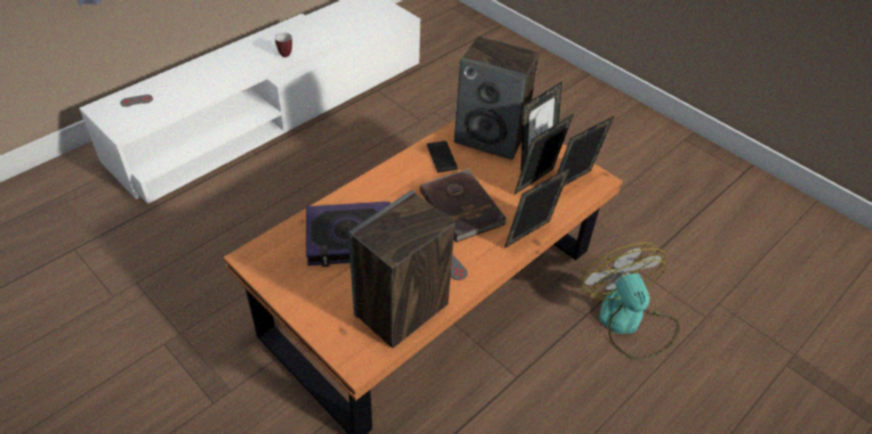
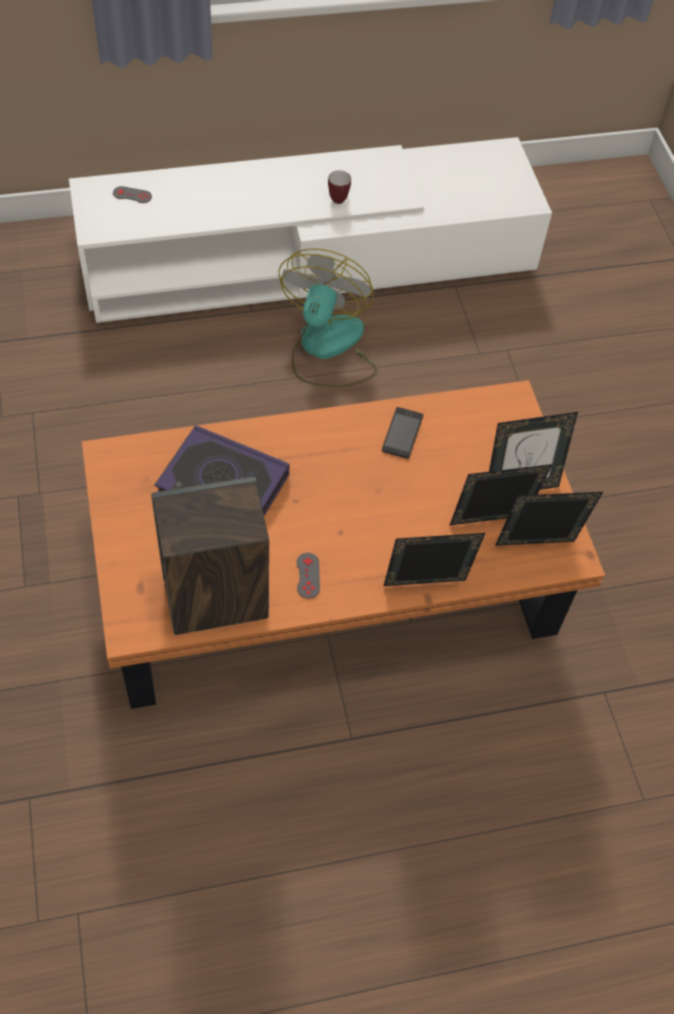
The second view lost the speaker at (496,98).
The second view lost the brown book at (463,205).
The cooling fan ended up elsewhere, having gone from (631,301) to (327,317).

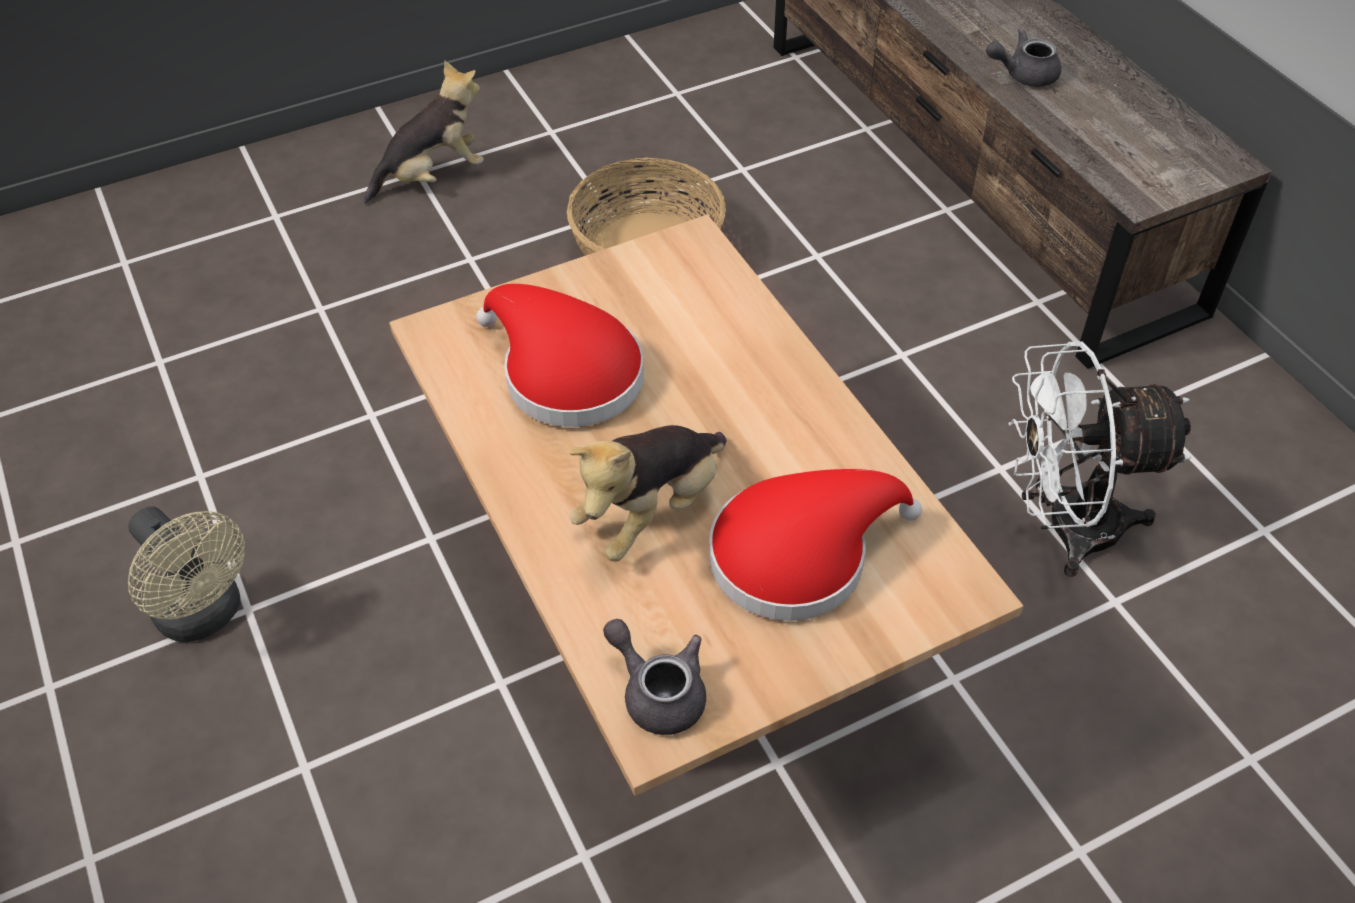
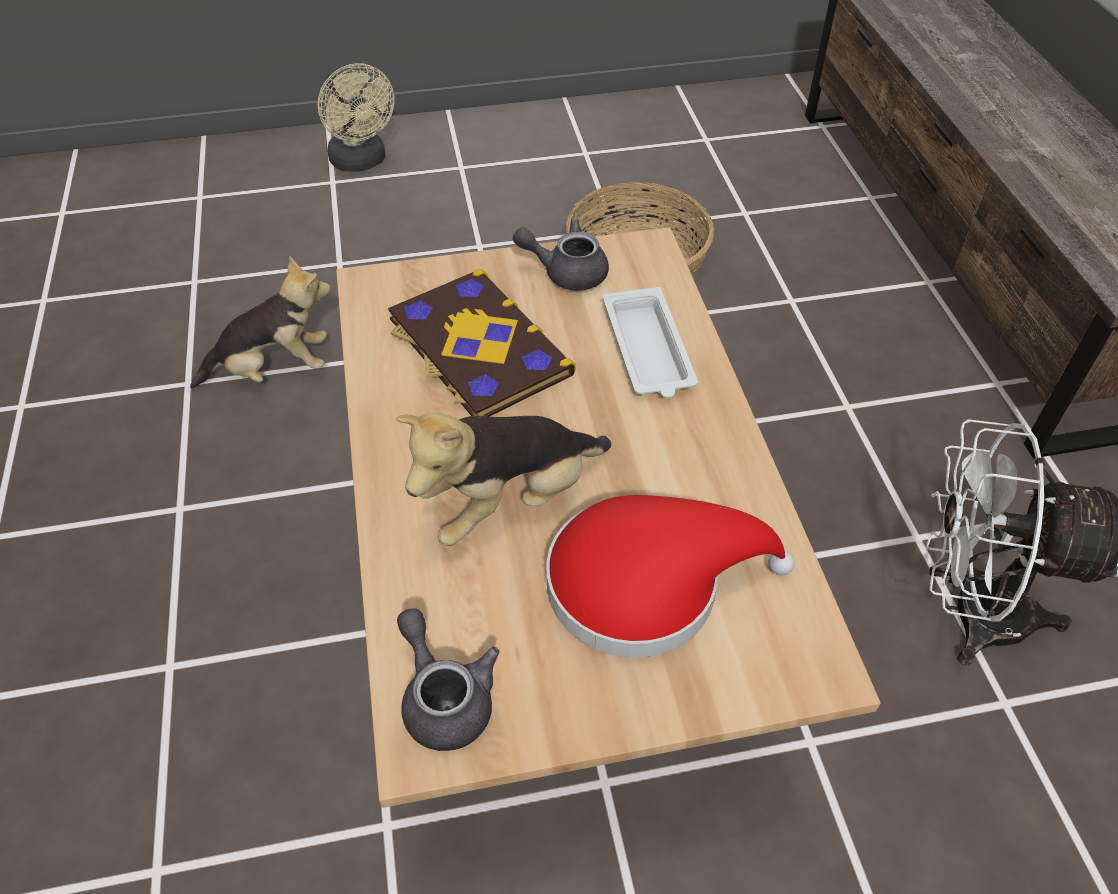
The greyish tea pot ended up elsewhere, having gone from (1023,57) to (561,254).
The cuddly toy ended up elsewhere, having gone from (424,132) to (260,322).
Where the red hat stood at (560,355), the book came to stand at (482,342).
The beige-coloured cooling fan ended up elsewhere, having gone from (186,574) to (356,117).
The second view gained the white-coloured serving tray at (650,342).

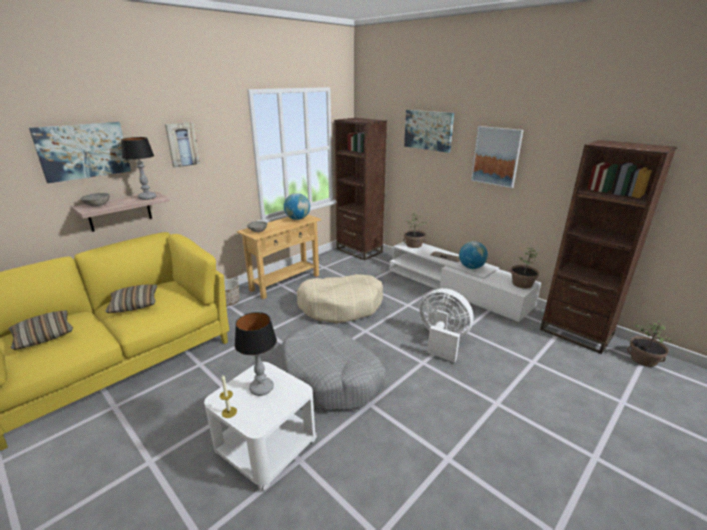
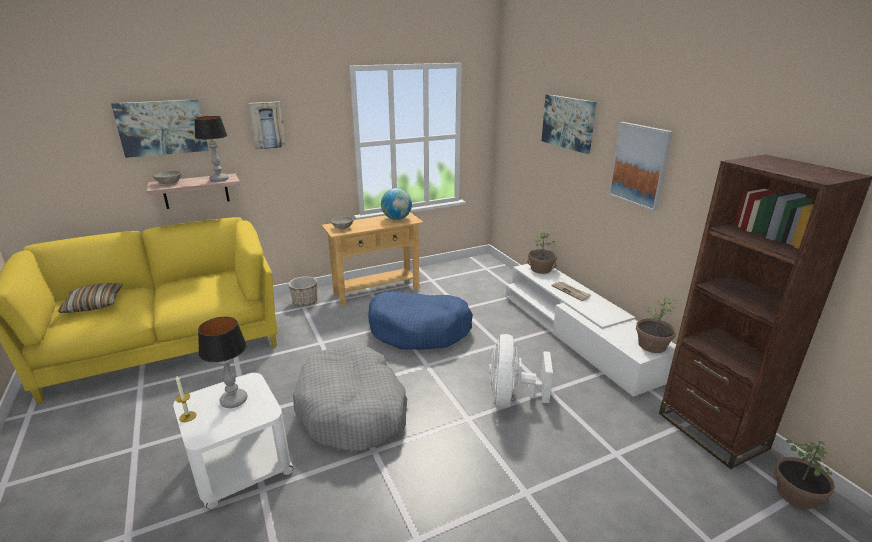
The second view lost the brown bookshelf at (360,189).
The second view lost the desk globe at (473,255).
What was the beige-coloured dog cushion at (340,298) turned into the blue dog cushion at (420,320).
The second view lost the cushion at (131,299).
The white-coloured cooling fan at (447,325) ended up facing another way, 135 degrees counterclockwise from before.

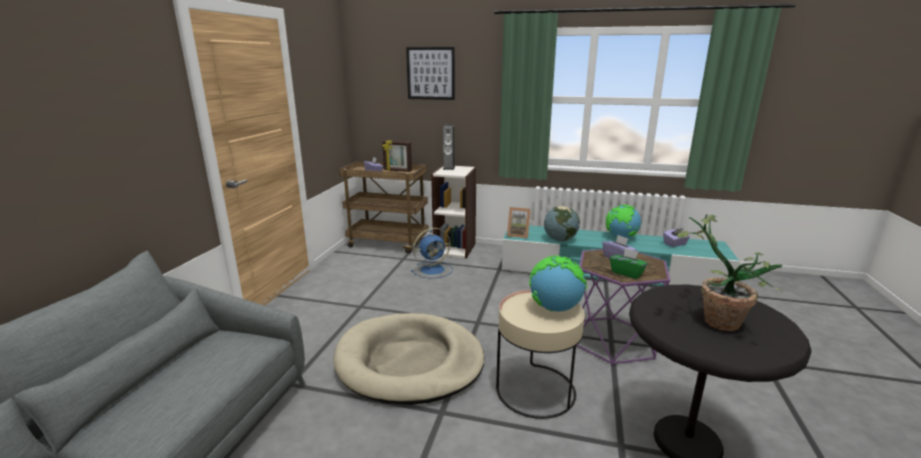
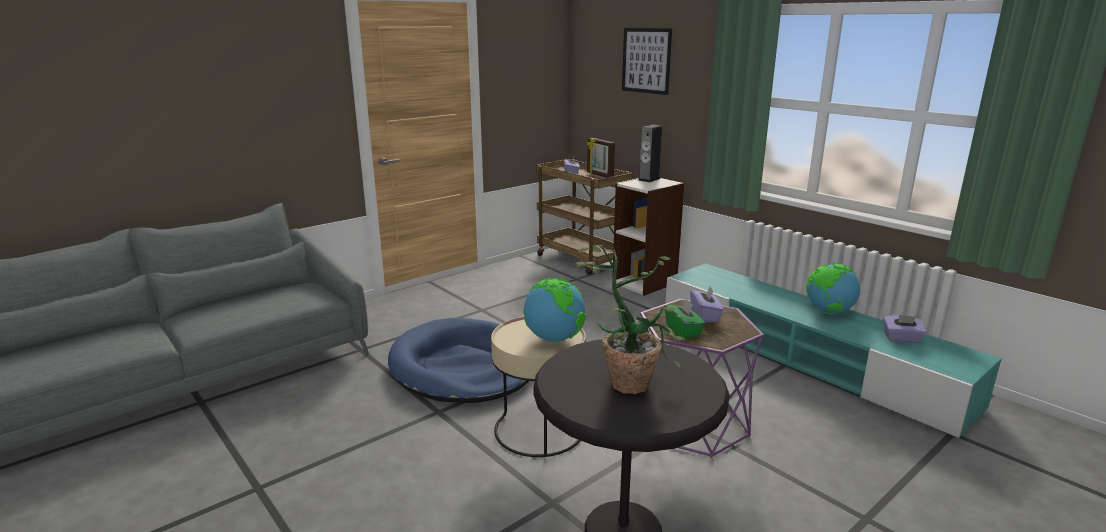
The second view lost the desk globe at (562,224).
The second view lost the photo frame at (519,222).
The second view lost the blue cooling fan at (432,253).
What was the beige-coloured dog cushion at (409,359) turned into the blue dog cushion at (458,360).

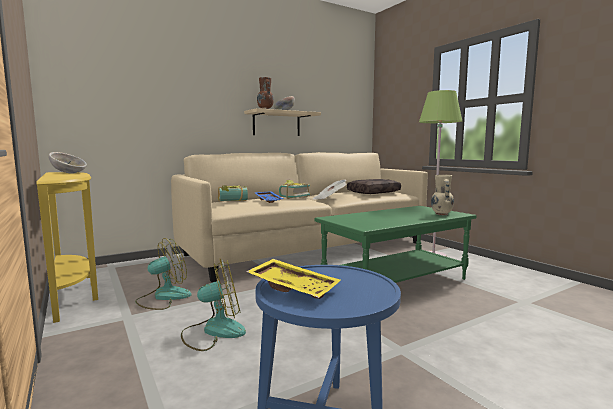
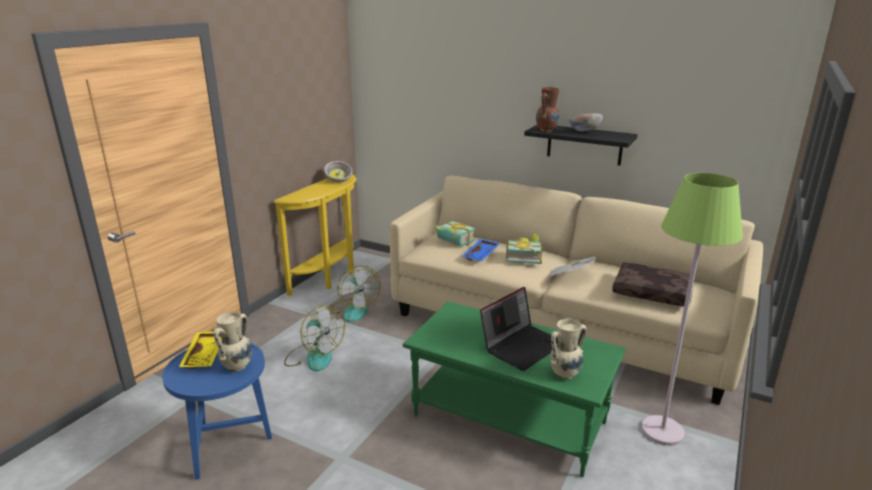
What was the beige-coloured shelf at (282,122) turned into the black shelf at (581,145).
The cooling fan at (163,274) ended up facing another way, 45 degrees clockwise from before.
The second view gained the laptop at (518,329).
The second view gained the beige-coloured decorative vase at (233,342).

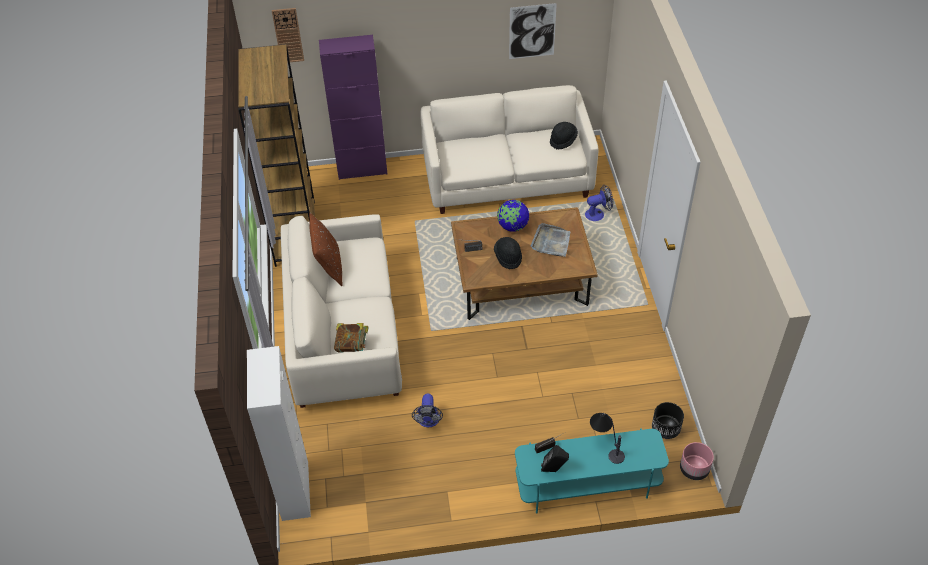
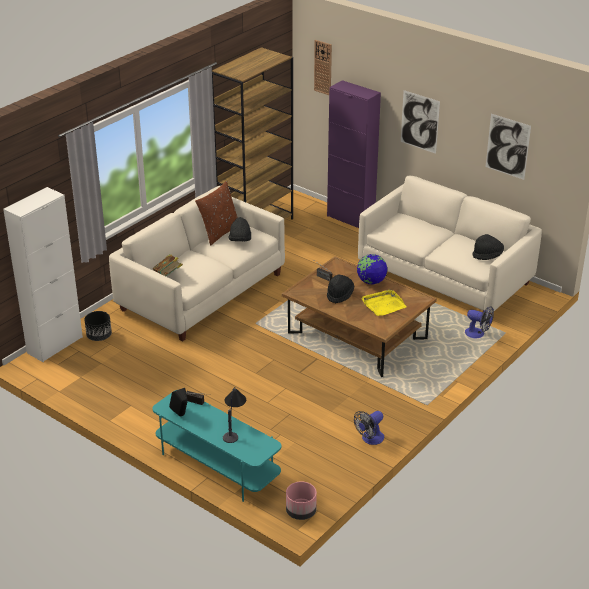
What was the greyish serving tray at (550,240) turned into the yellowish serving tray at (384,303).
The cooling fan ended up elsewhere, having gone from (427,410) to (369,428).
The black plant pot ended up elsewhere, having gone from (668,420) to (98,326).
The second view gained the wall picture at (420,122).
The second view gained the black hat at (239,229).

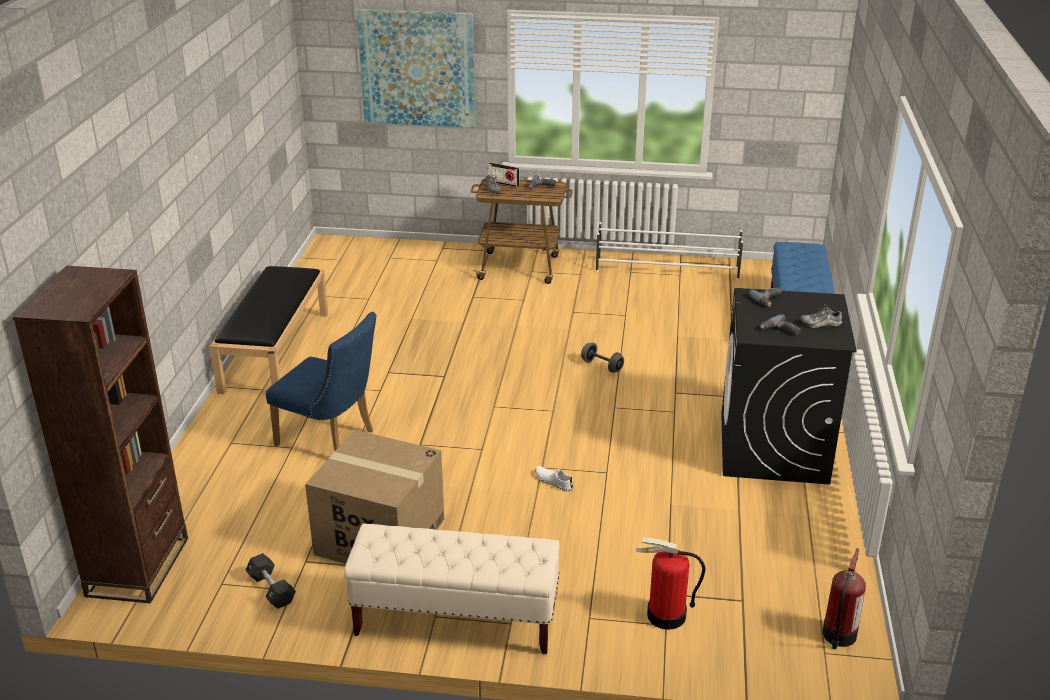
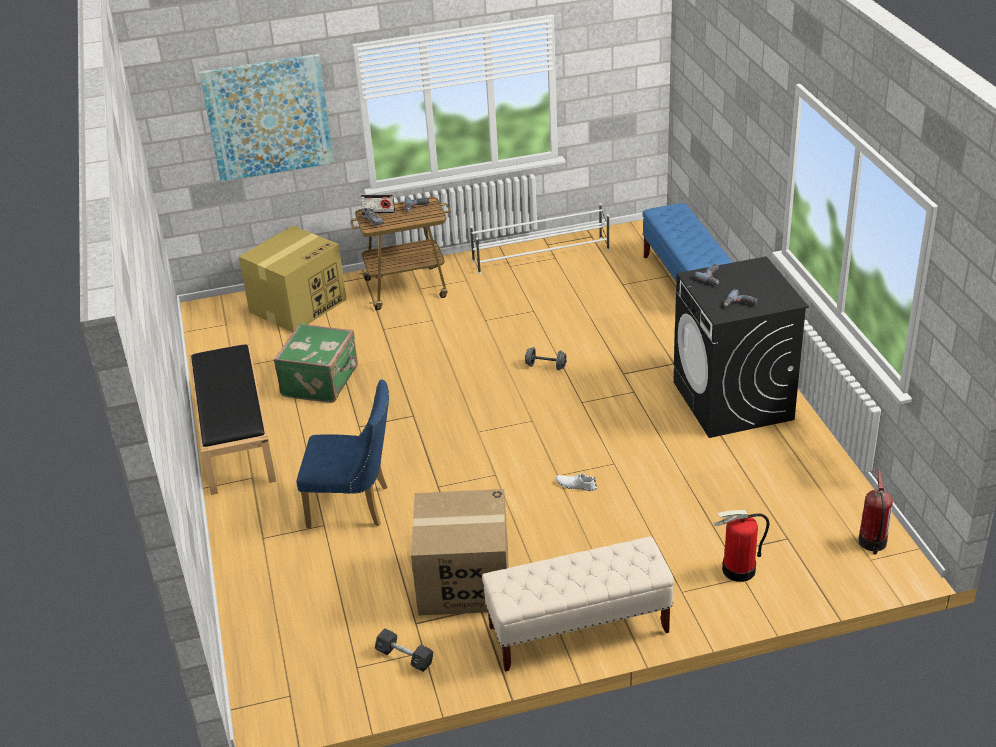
The second view lost the brown bookshelf at (100,434).
The second view lost the low shoe at (821,316).
The second view gained the carton at (293,279).
The second view gained the greenish travel case at (315,363).

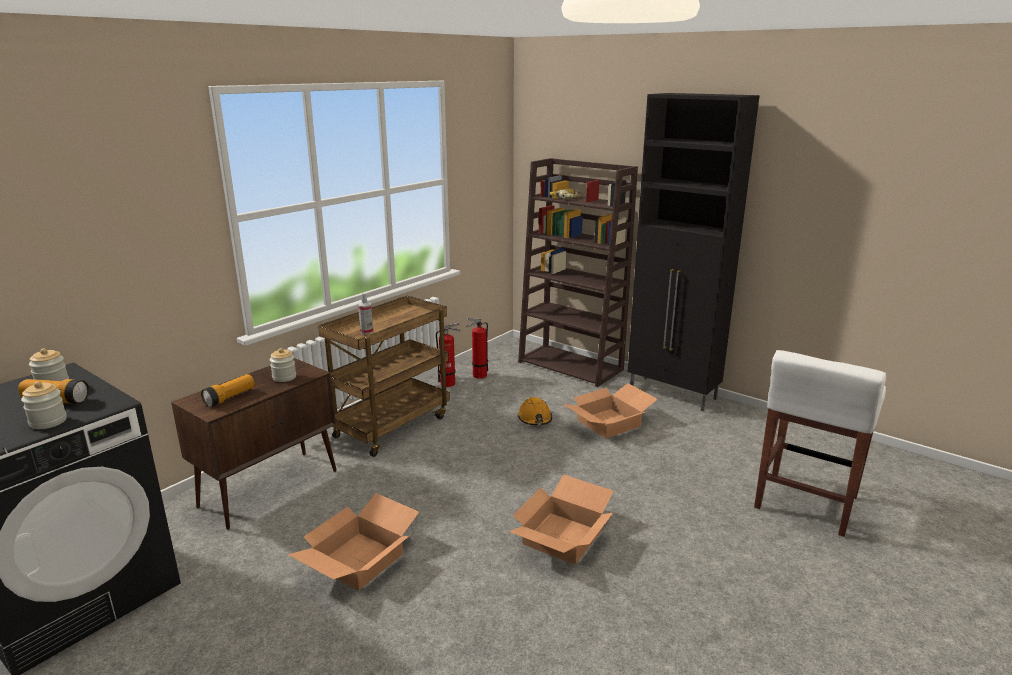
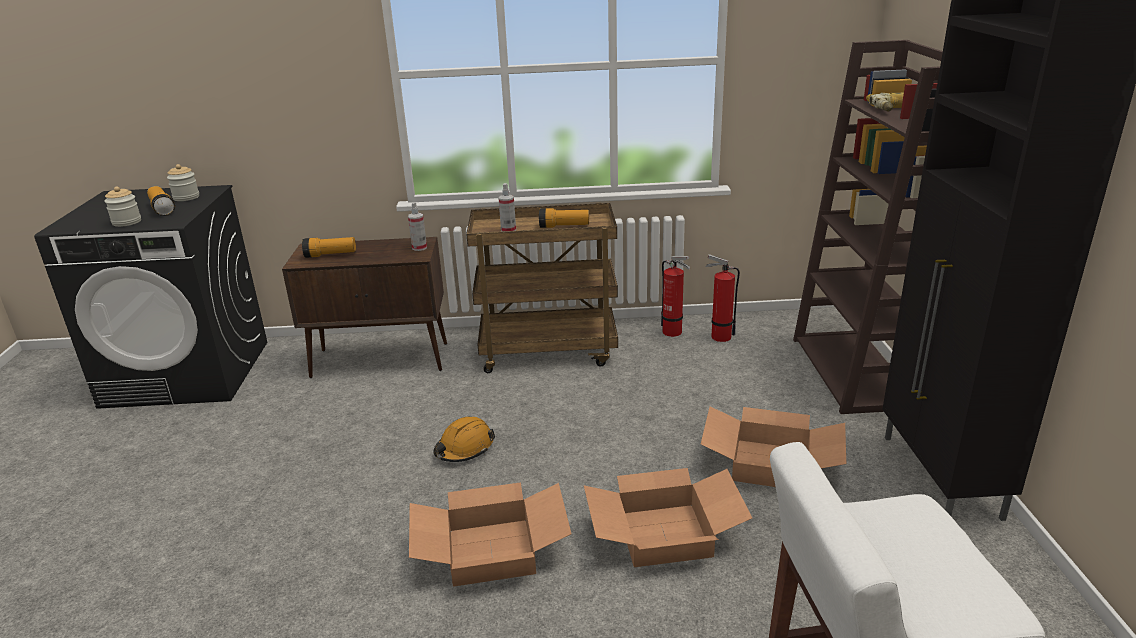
The second view lost the jar at (283,365).
The orange work helmet ended up elsewhere, having gone from (535,411) to (464,439).
The carton ended up elsewhere, having gone from (353,541) to (668,517).
The second view gained the sprayer at (417,226).
The second view gained the torch at (564,218).

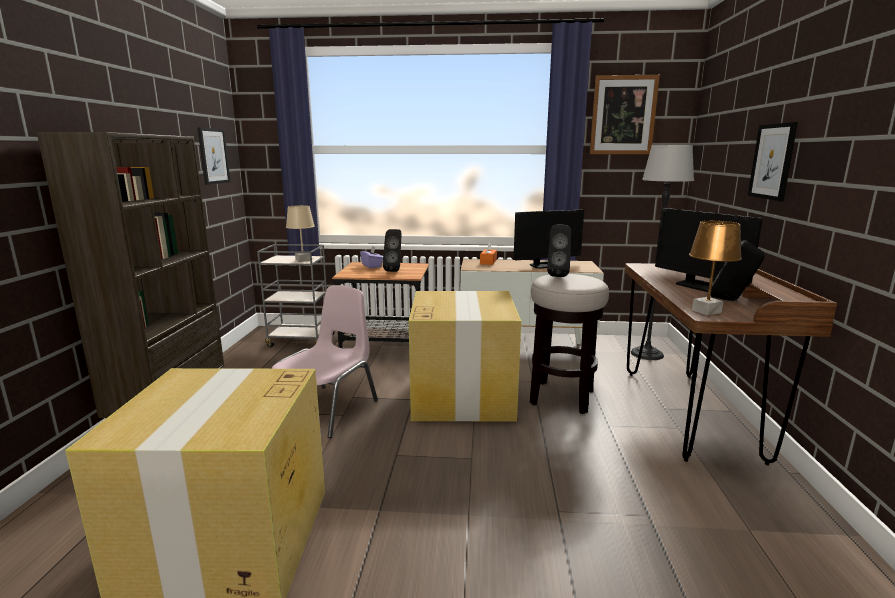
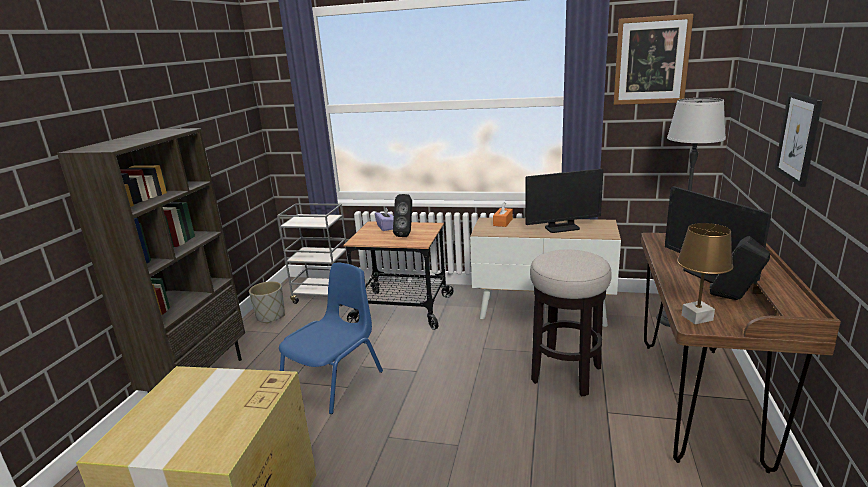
The second view lost the wall picture at (214,156).
The second view lost the beige-coloured table lamp at (300,233).
The second view lost the black speaker at (559,251).
What was the pinkish chair at (324,361) turned into the blue chair at (331,338).
The second view lost the carton at (465,356).
The second view gained the greyish plant pot at (267,302).

